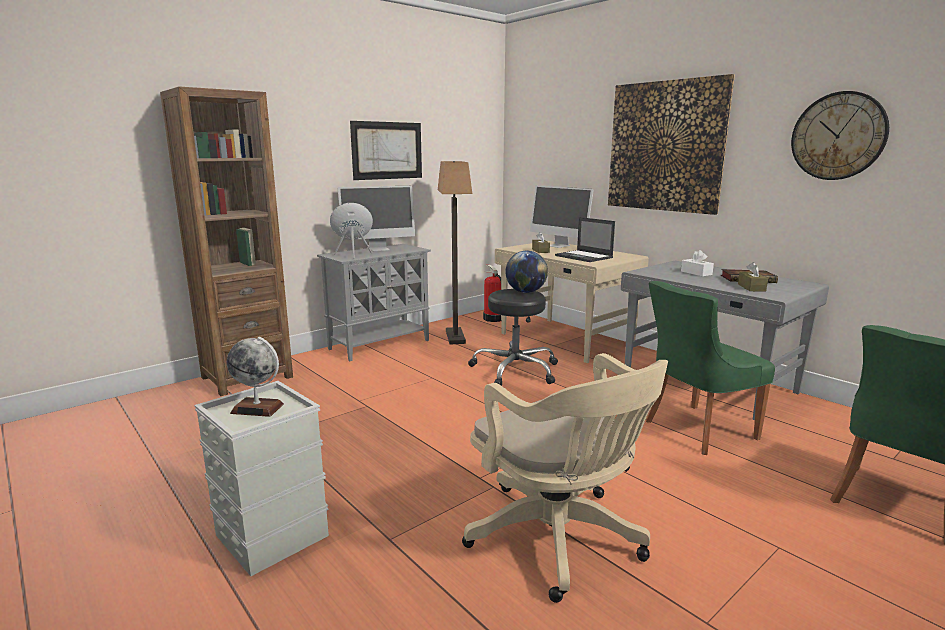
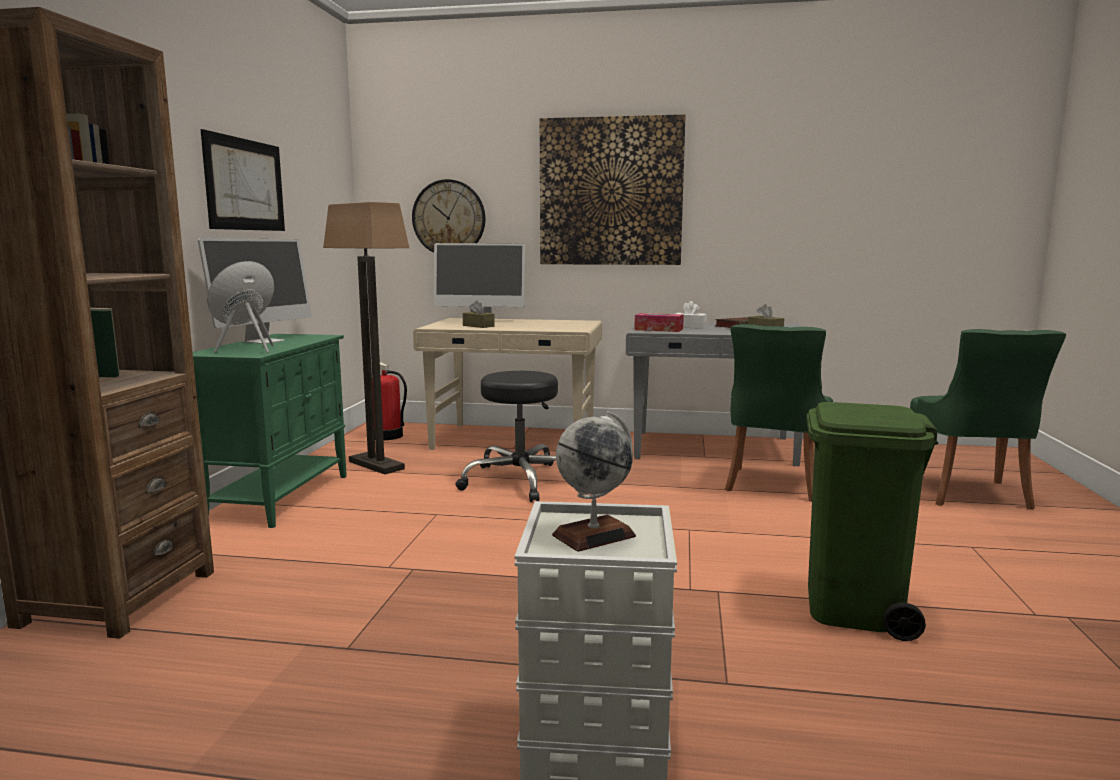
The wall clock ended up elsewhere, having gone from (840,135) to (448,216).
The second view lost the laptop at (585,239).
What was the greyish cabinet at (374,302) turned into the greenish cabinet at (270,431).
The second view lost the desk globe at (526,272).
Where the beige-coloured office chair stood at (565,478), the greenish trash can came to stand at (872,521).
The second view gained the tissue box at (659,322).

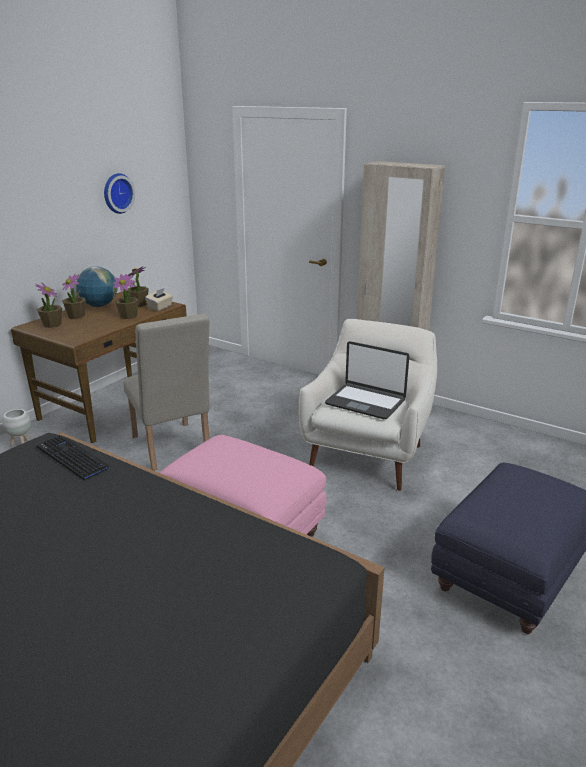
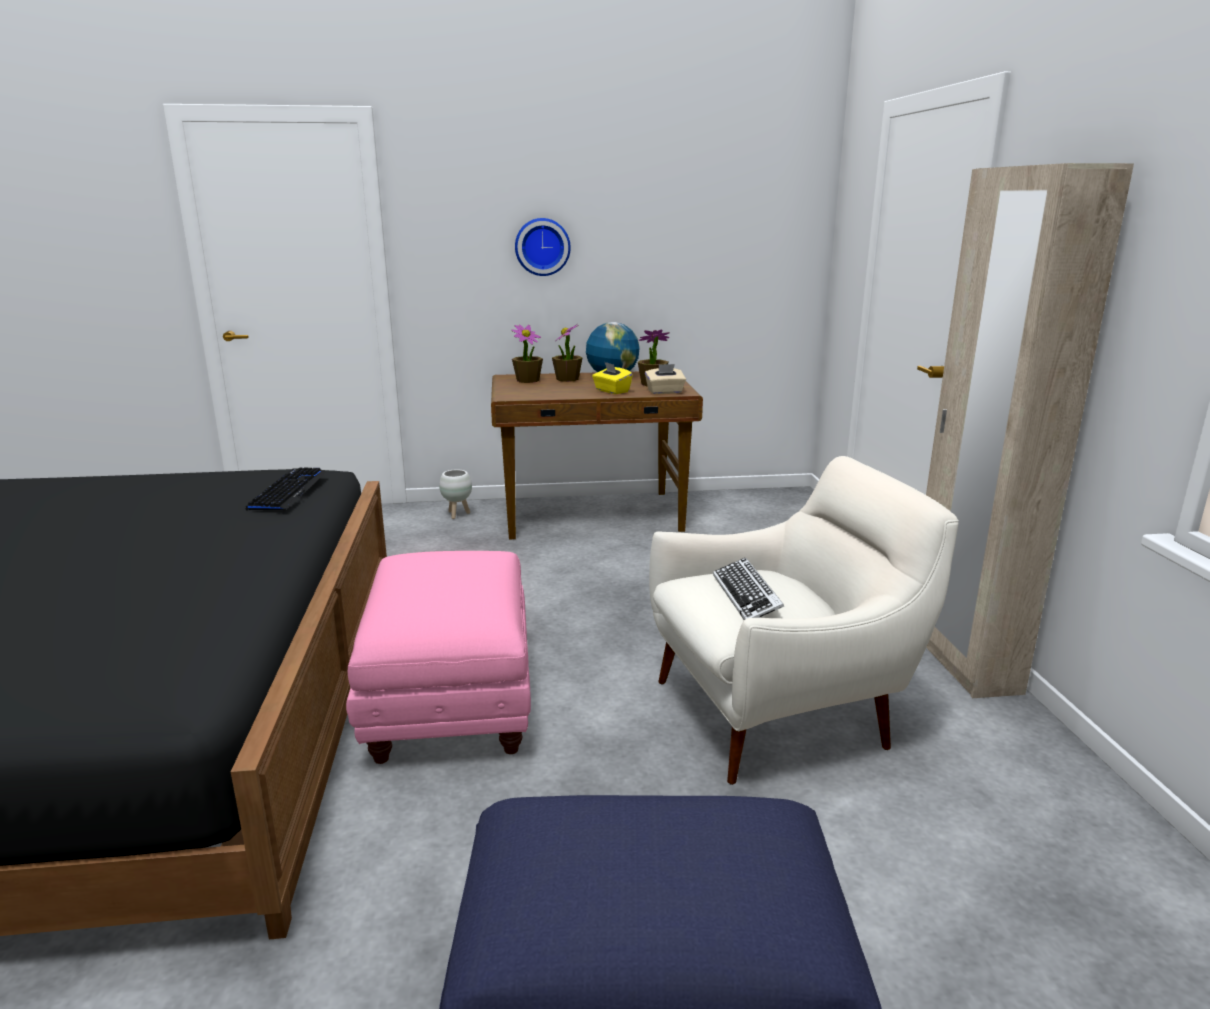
The wall clock ended up elsewhere, having gone from (119,193) to (543,247).
Where the potted plant stood at (126,296), the yellowish tissue box came to stand at (612,378).
The second view lost the beige-coloured chair at (166,392).
Where the laptop stood at (367,380), the PC keyboard came to stand at (748,589).

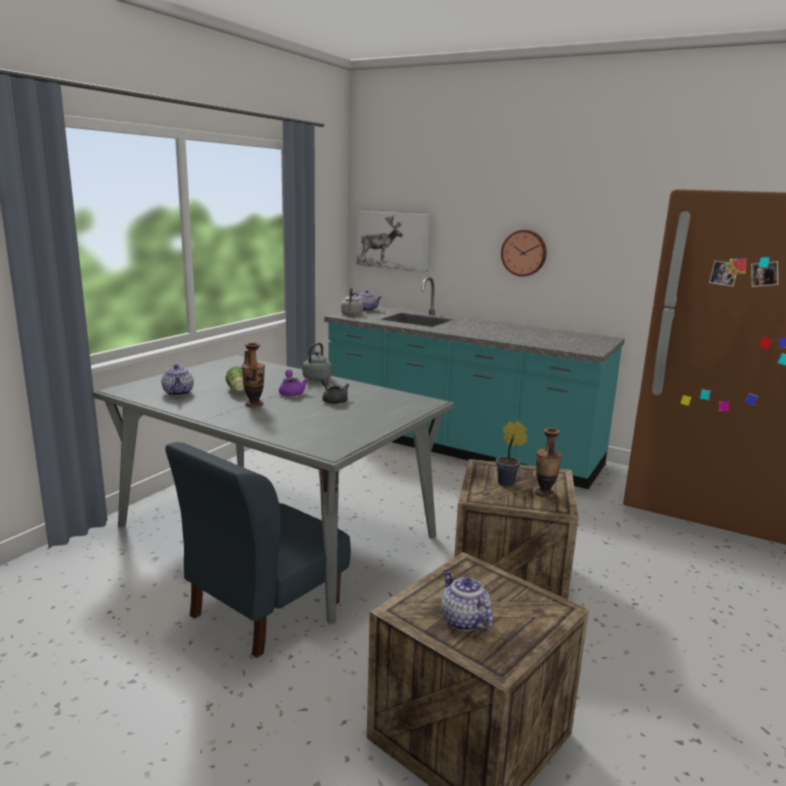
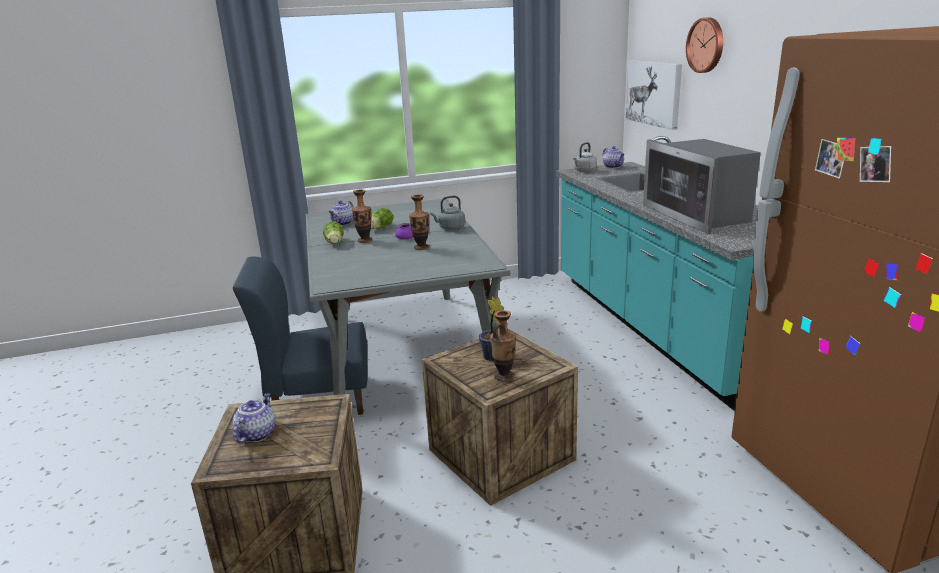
The wall clock ended up elsewhere, having gone from (524,253) to (704,45).
Where the greyish tea pot stood at (335,390), the decorative vase came to stand at (419,222).
The second view gained the microwave at (702,186).
The second view gained the lettuce at (333,232).

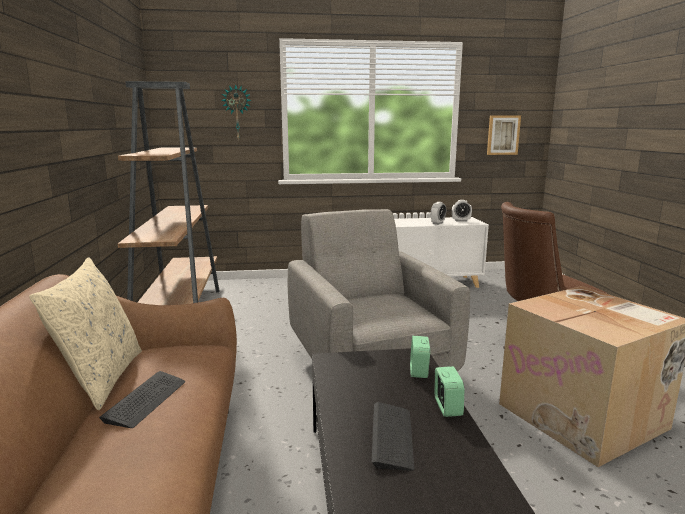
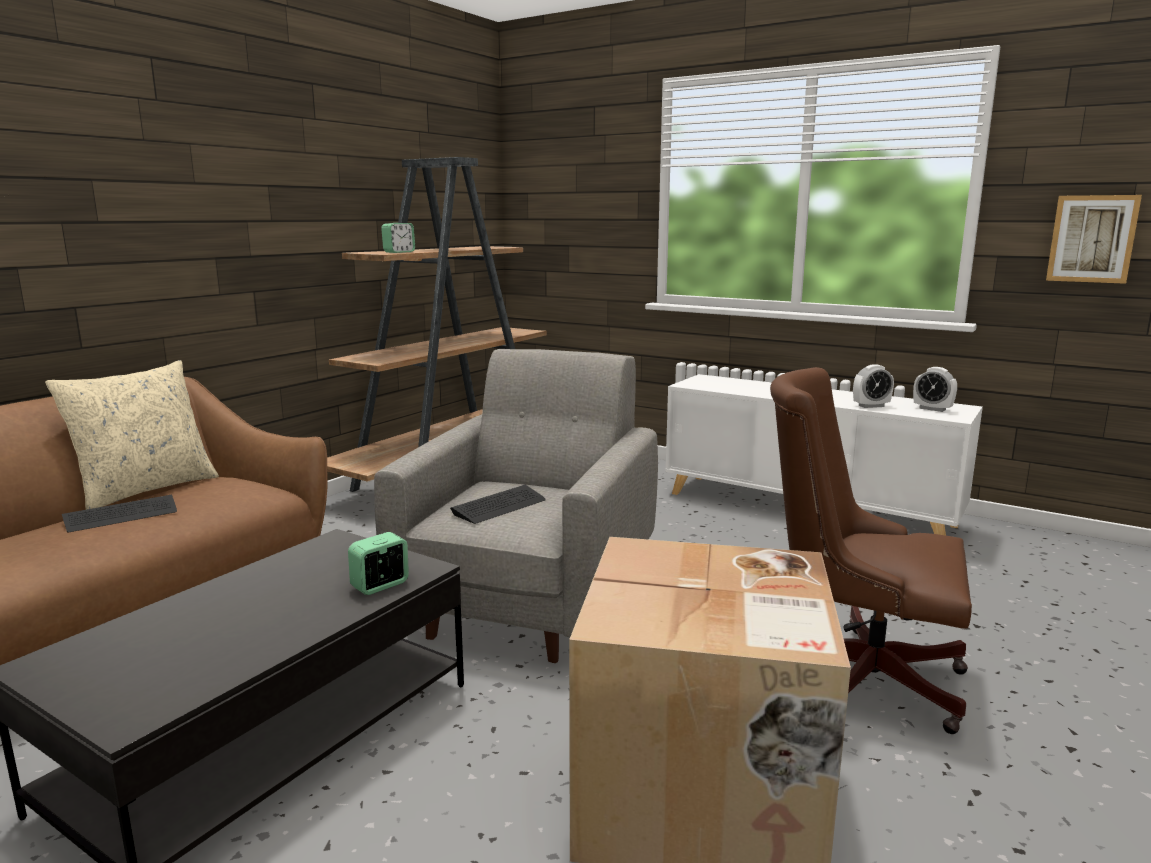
The second view lost the wall clock at (237,112).
The bedside clock ended up elsewhere, having gone from (449,391) to (398,238).
The PC keyboard ended up elsewhere, having gone from (393,436) to (498,504).

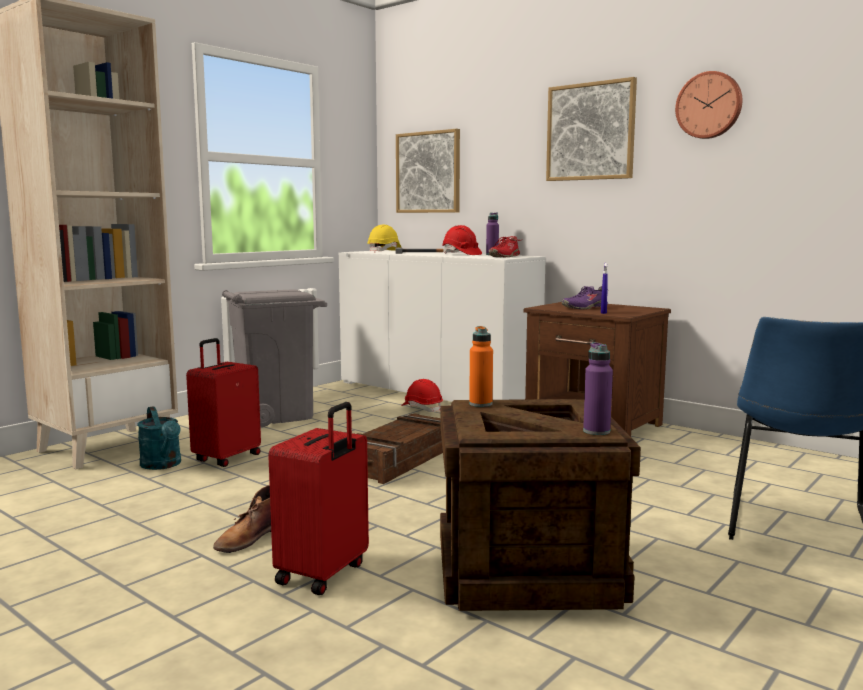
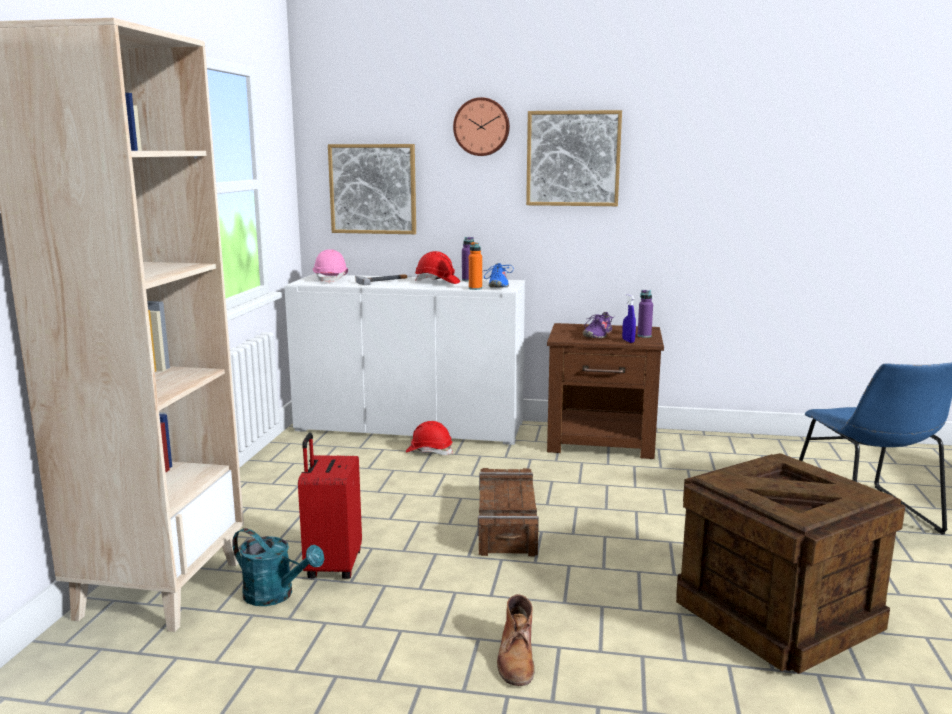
The wall clock ended up elsewhere, having gone from (708,105) to (481,126).
What was the yellowish work helmet at (384,238) turned into the pinkish work helmet at (330,266).
What was the red low shoe at (504,246) turned into the blue low shoe at (498,275).
The second view lost the greyish trash can at (274,358).
The orange bottle ended up elsewhere, having gone from (481,366) to (475,266).
The purple bottle ended up elsewhere, having gone from (598,388) to (645,314).
The second view lost the red travel case at (318,498).

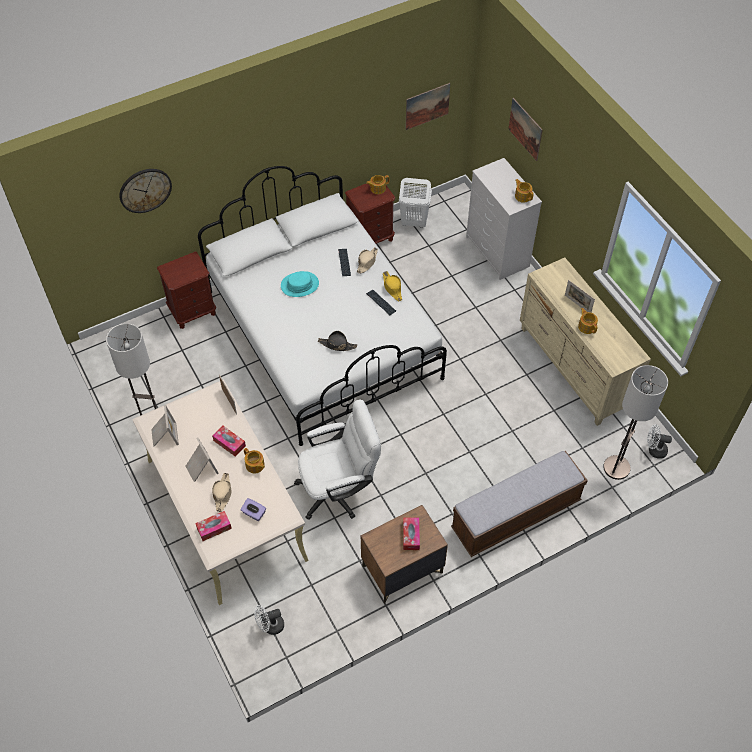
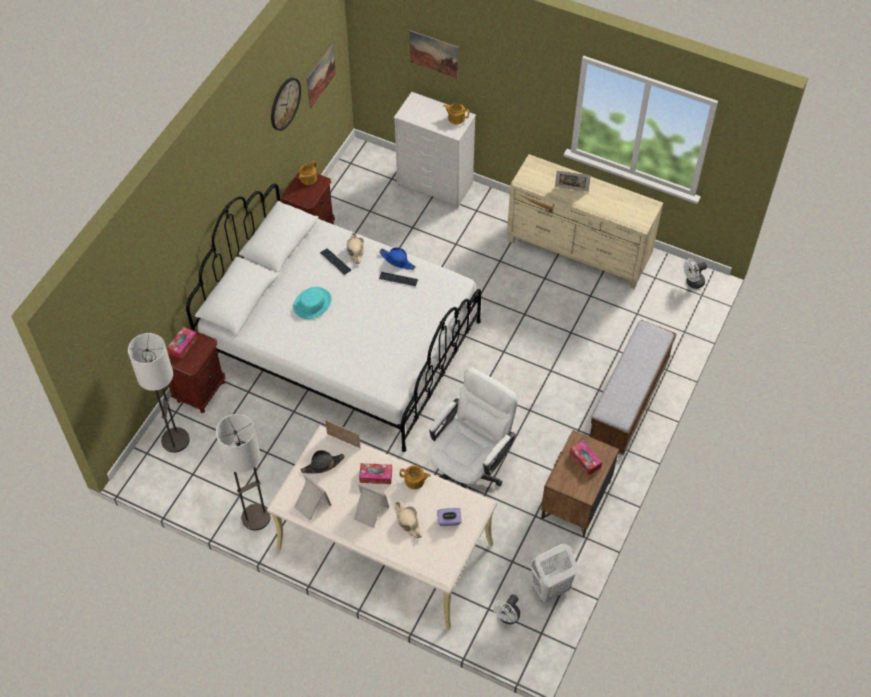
The wall clock ended up elsewhere, having gone from (145,191) to (286,104).
The white-coloured hamper ended up elsewhere, having gone from (415,203) to (554,573).
What was the yellowish hat at (392,286) turned into the blue hat at (397,258).
The second view lost the tea pot at (588,321).
The black hat ended up elsewhere, having gone from (337,341) to (322,462).
The floor lamp ended up elsewhere, having gone from (635,422) to (159,393).
The tissue box ended up elsewhere, having gone from (213,526) to (182,343).

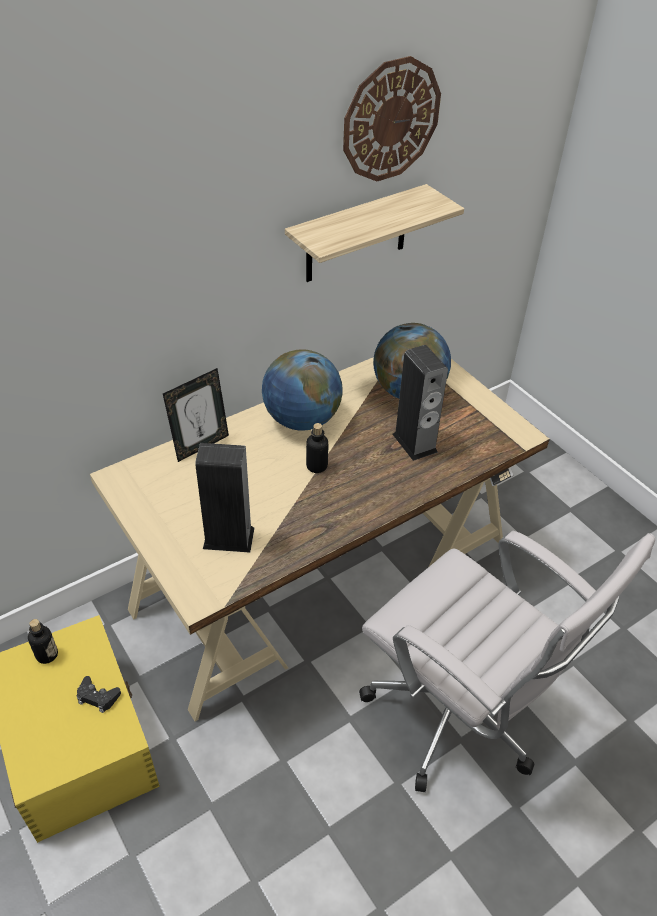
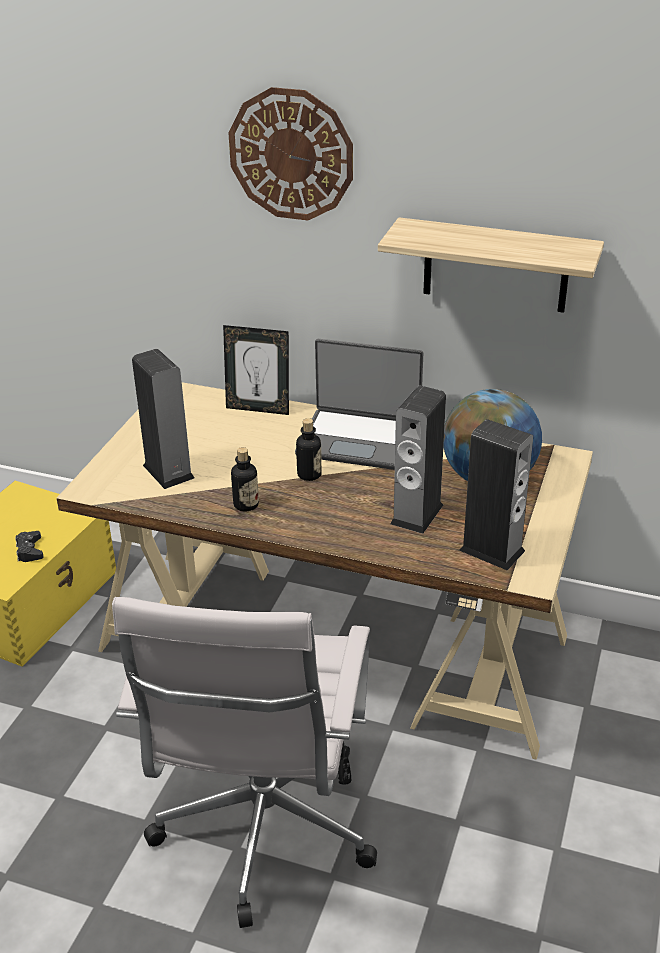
The wall clock ended up elsewhere, having gone from (392,119) to (290,153).
Where the desk globe stood at (302,390), the laptop came to stand at (359,404).
The bottle ended up elsewhere, having gone from (43,641) to (245,479).
The second view gained the speaker at (496,494).

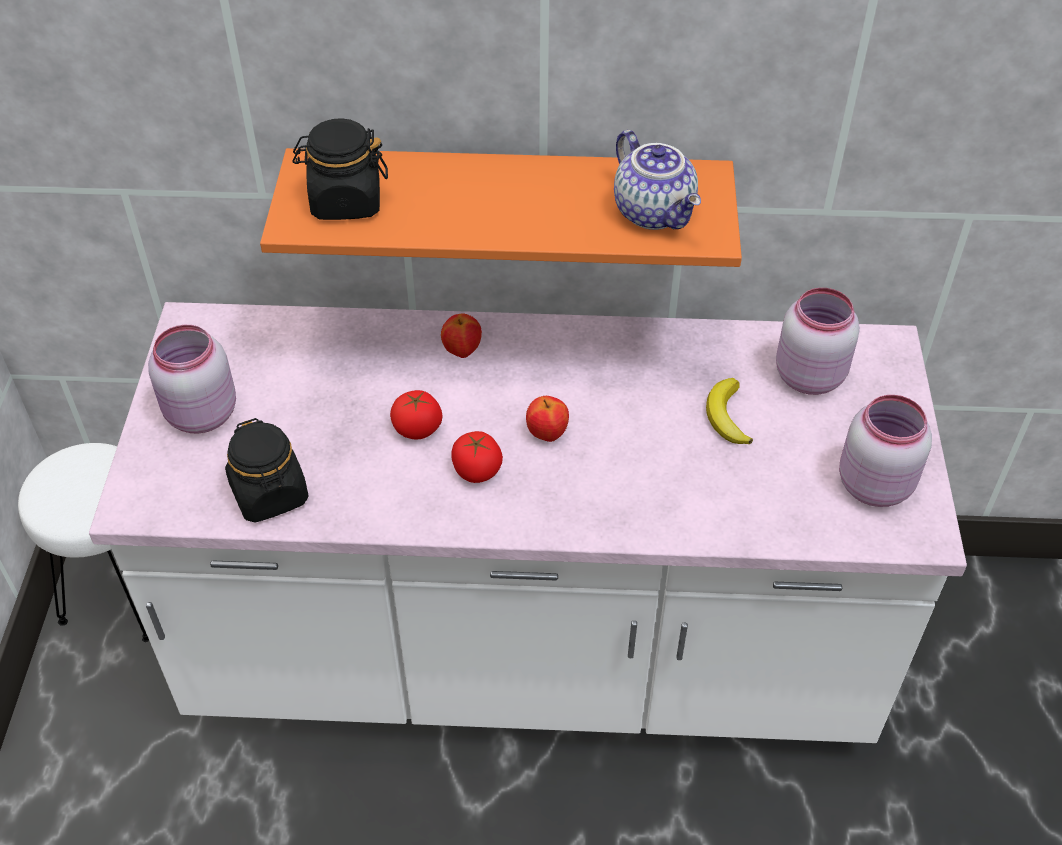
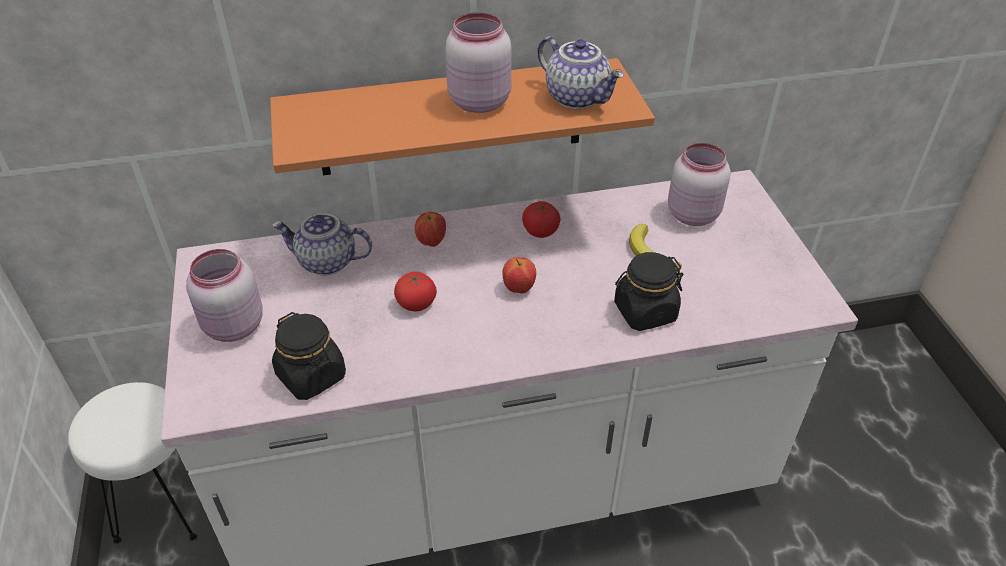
The black jar ended up elsewhere, having gone from (340,169) to (648,291).
The pinkish jar ended up elsewhere, having gone from (885,451) to (478,62).
The tomato ended up elsewhere, having gone from (477,457) to (541,219).
The second view gained the tea pot at (322,244).

